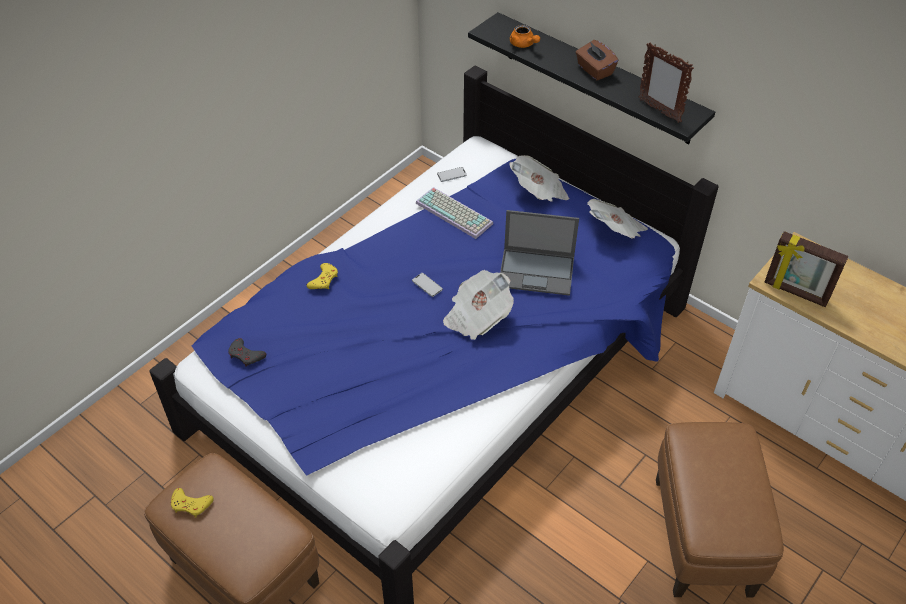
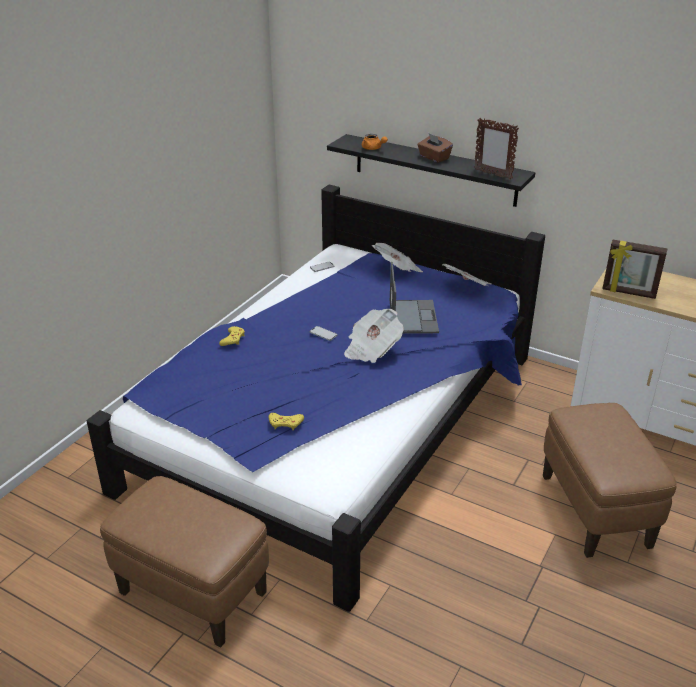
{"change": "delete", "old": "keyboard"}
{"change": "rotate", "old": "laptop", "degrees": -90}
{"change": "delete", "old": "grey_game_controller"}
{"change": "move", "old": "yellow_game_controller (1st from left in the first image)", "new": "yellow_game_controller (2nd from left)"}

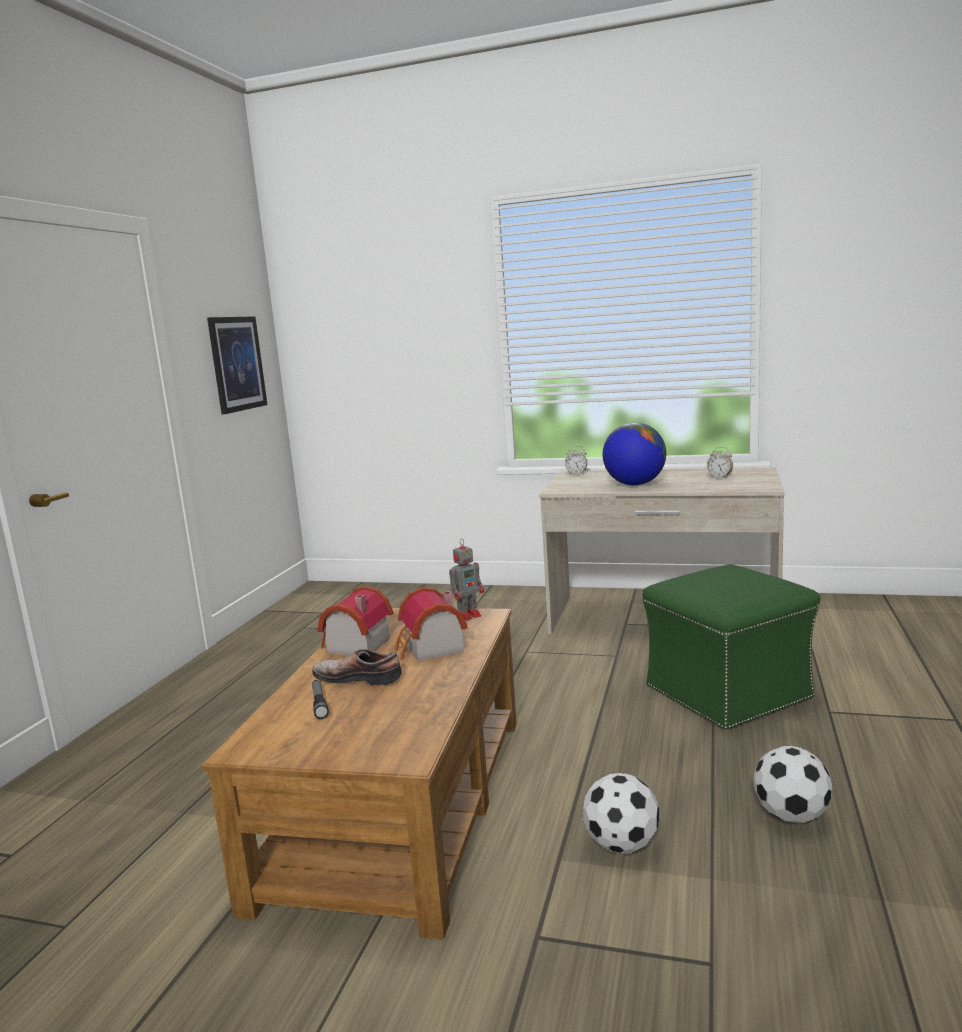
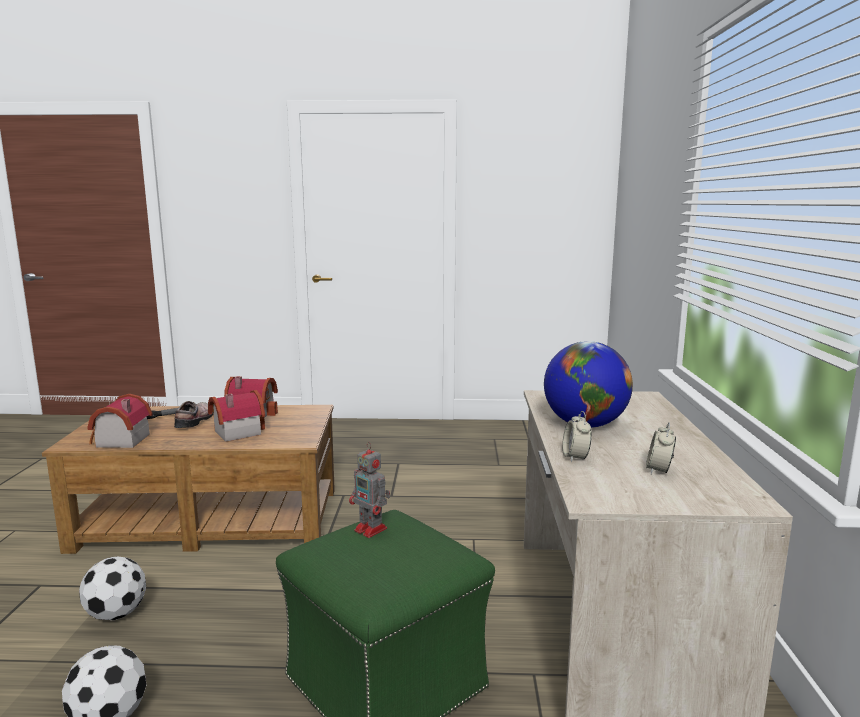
{"change": "delete", "old": "picture"}
{"change": "move", "old": "alarm_clock (1st from left)"}
{"change": "move", "old": "toy_robot"}
{"change": "insert", "new": "toy_house (1st from left)"}

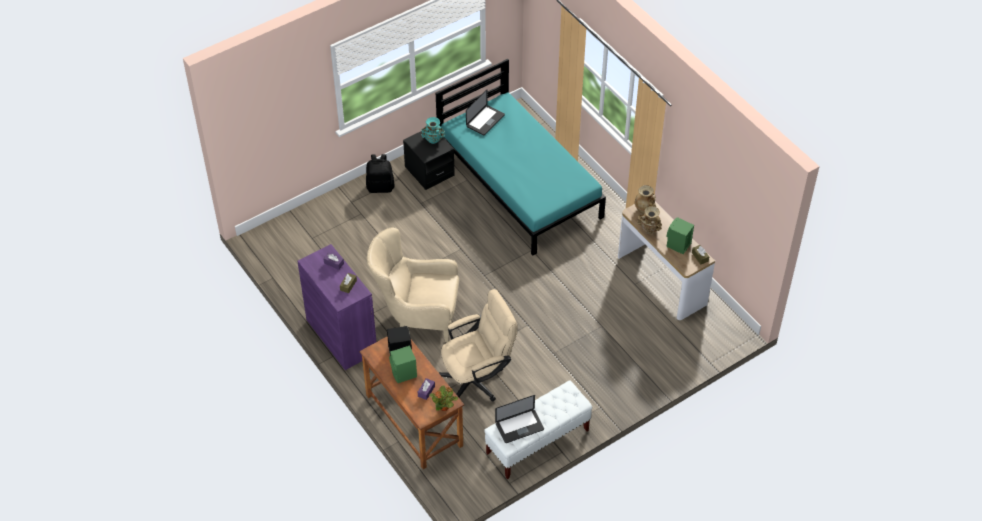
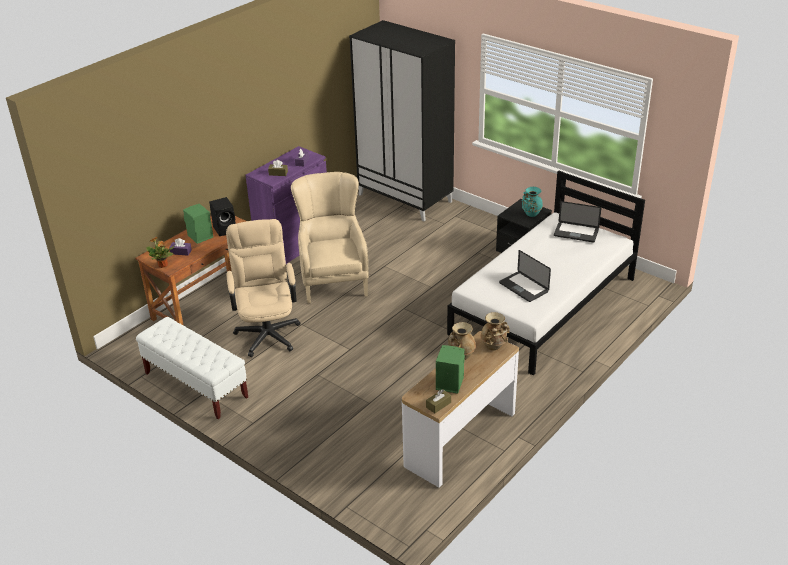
{"change": "recolor", "old": "turquoise_bed", "new": "white_bed"}
{"change": "delete", "old": "black_backpack"}
{"change": "rotate", "old": "beige_office_chair", "degrees": -150}
{"change": "move", "old": "laptop (2nd from left in the first image)", "new": "laptop (1st from left)"}
{"change": "insert", "new": "black_wardrobe"}

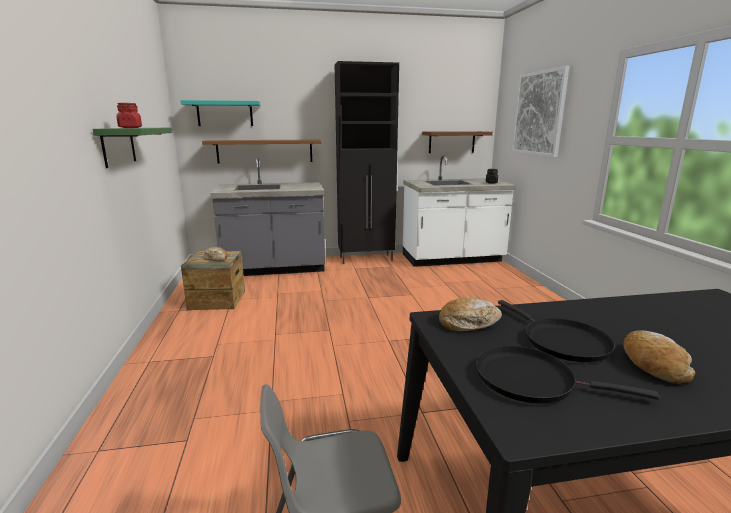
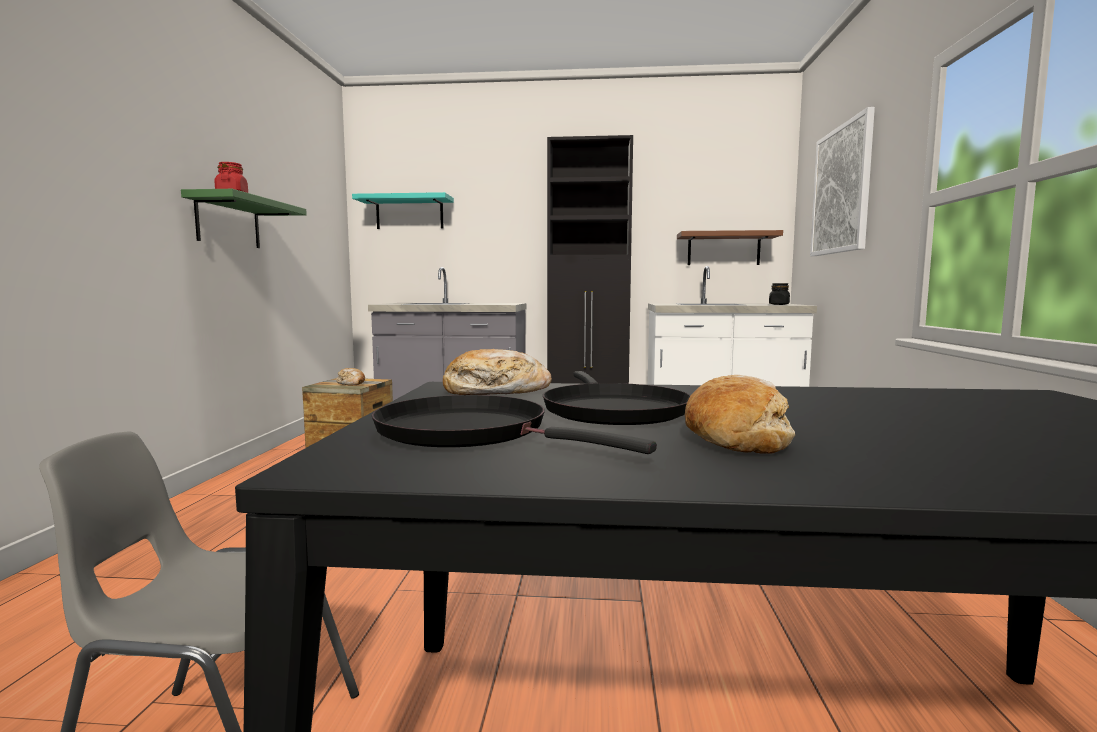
{"change": "delete", "old": "brown_shelf (1st from left)"}

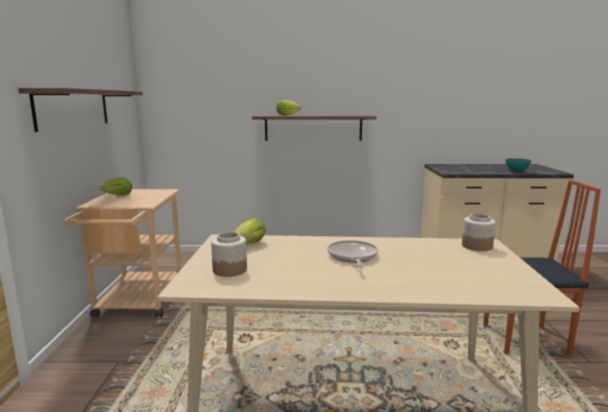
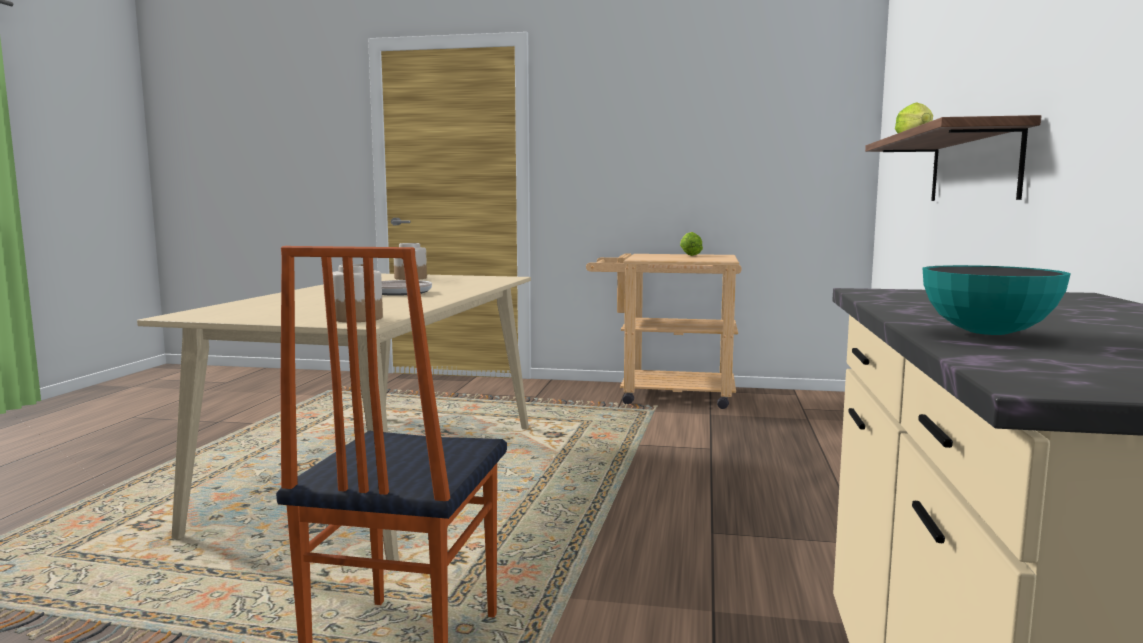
{"change": "delete", "old": "shelf (1st from left)"}
{"change": "delete", "old": "lettuce (2nd from left)"}

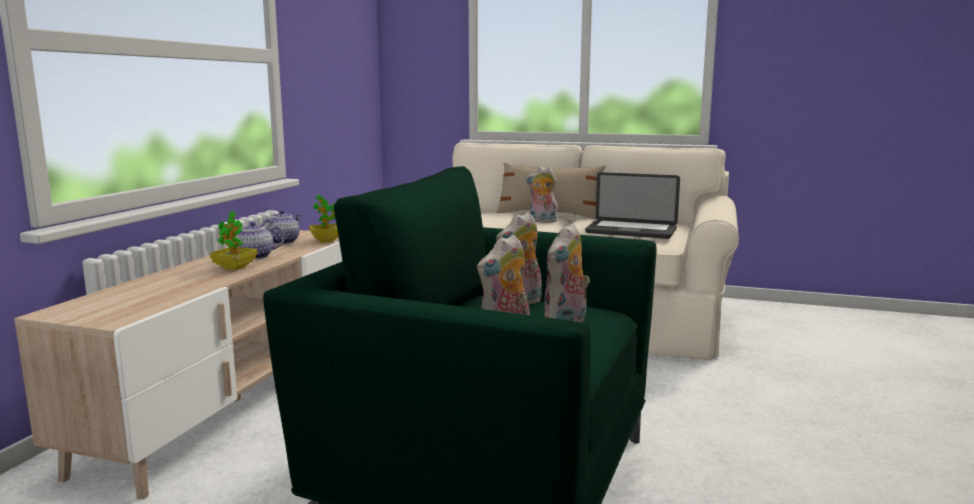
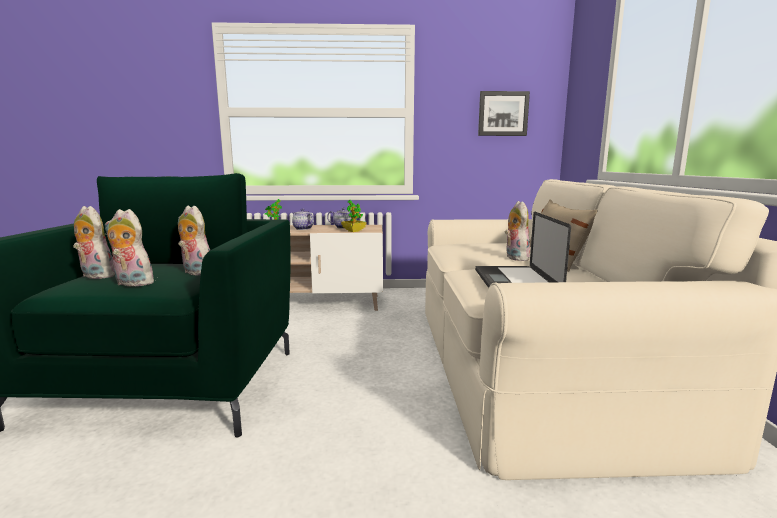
{"change": "insert", "new": "picture"}

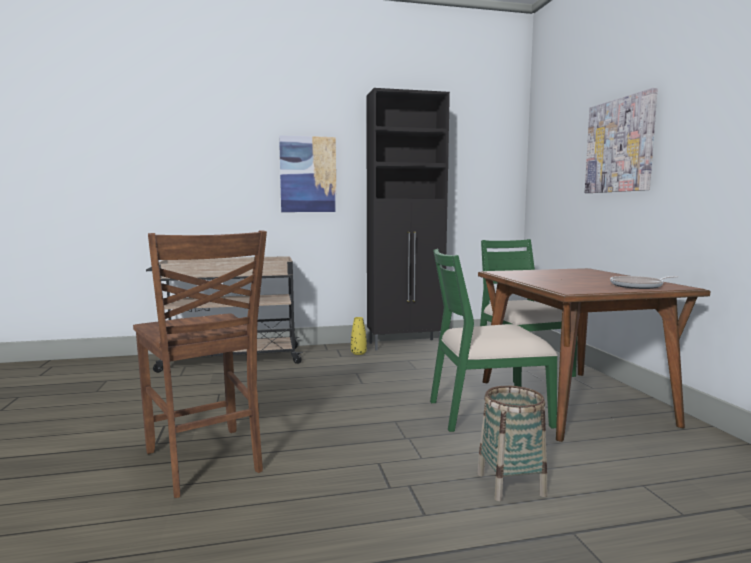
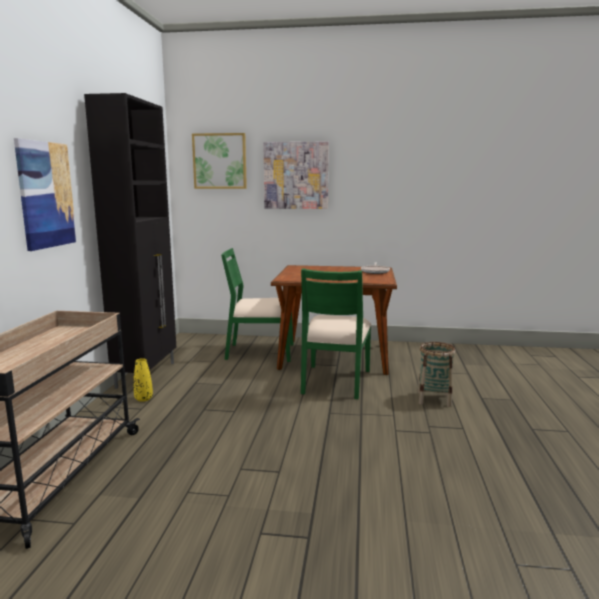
{"change": "delete", "old": "brown_chair"}
{"change": "insert", "new": "picture (2nd from left)"}

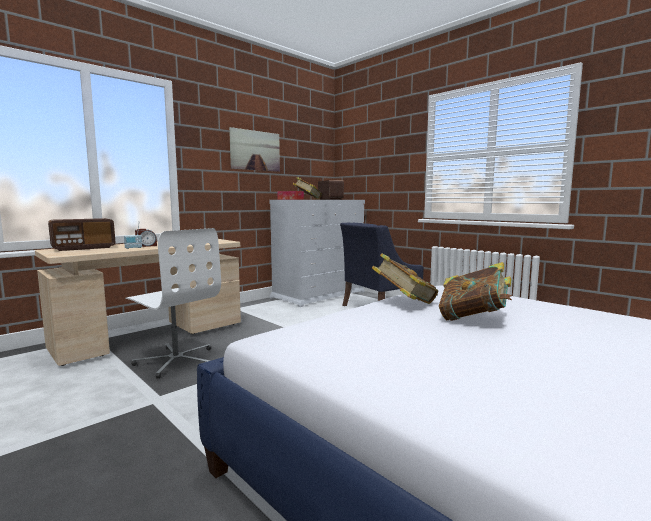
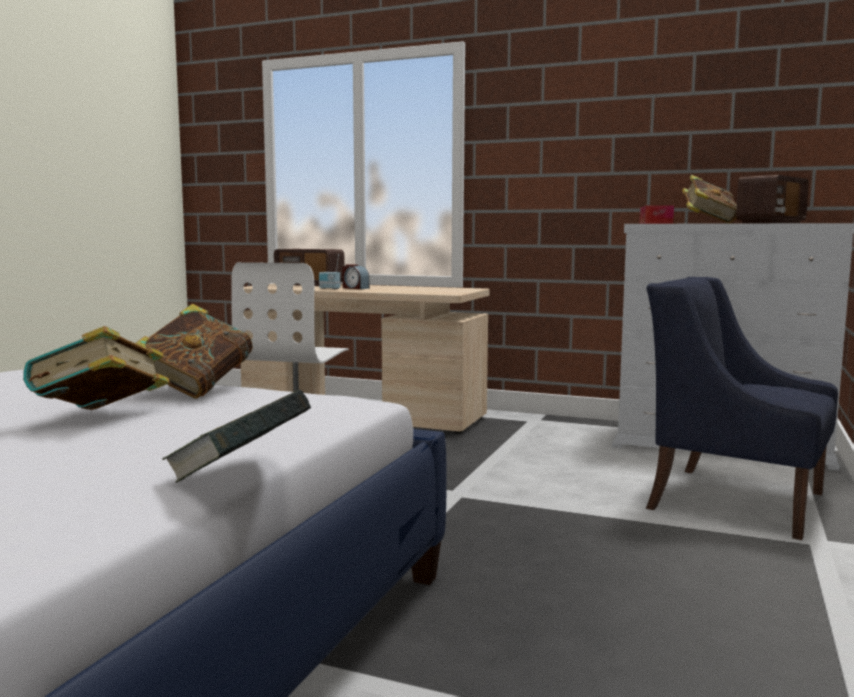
{"change": "delete", "old": "picture"}
{"change": "insert", "new": "book (3rd from left)"}

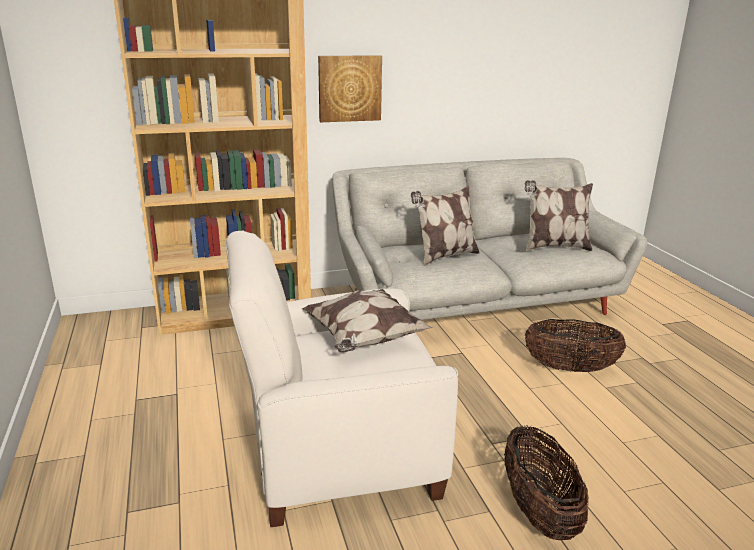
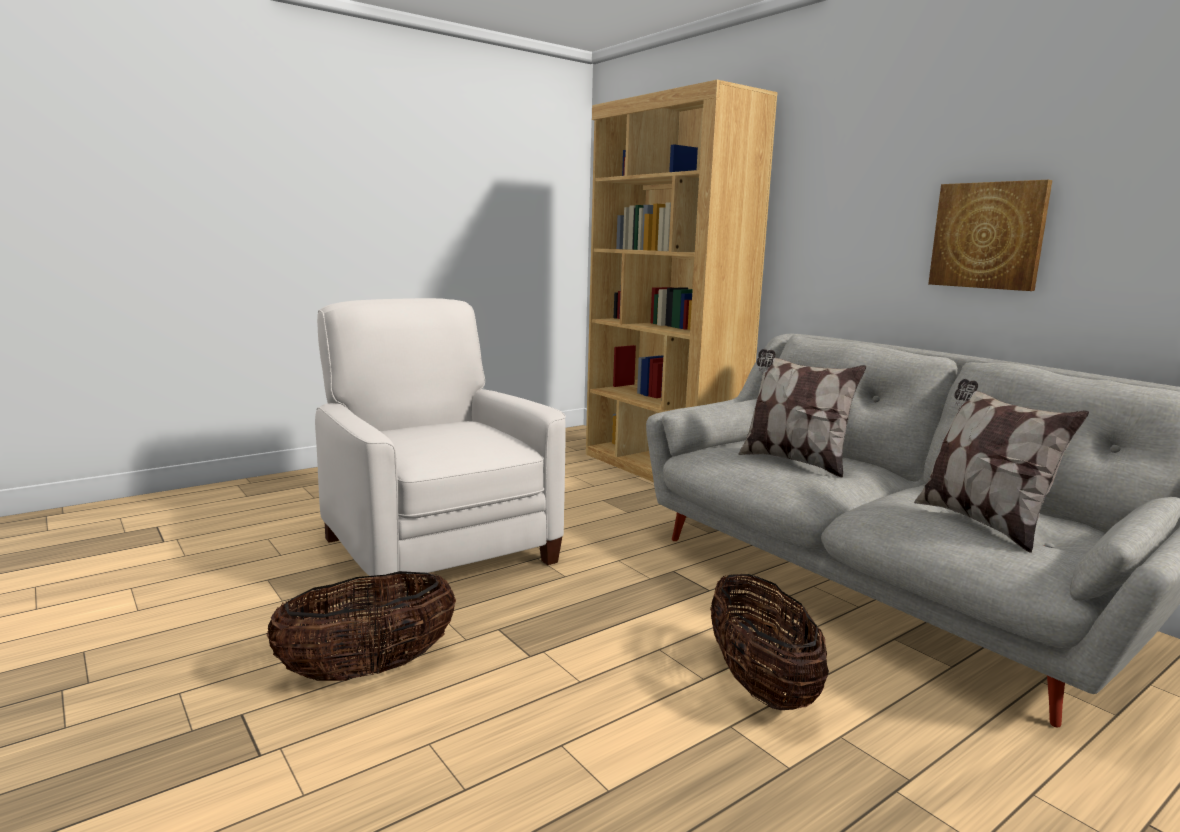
{"change": "move", "old": "picture"}
{"change": "delete", "old": "pillow (1st from left)"}

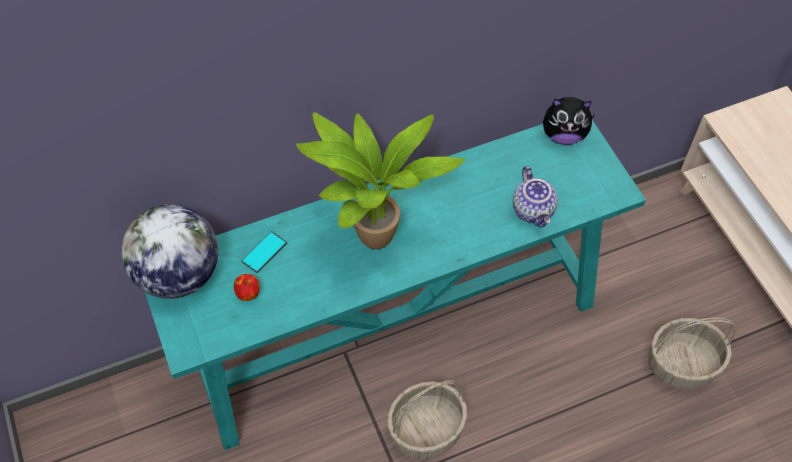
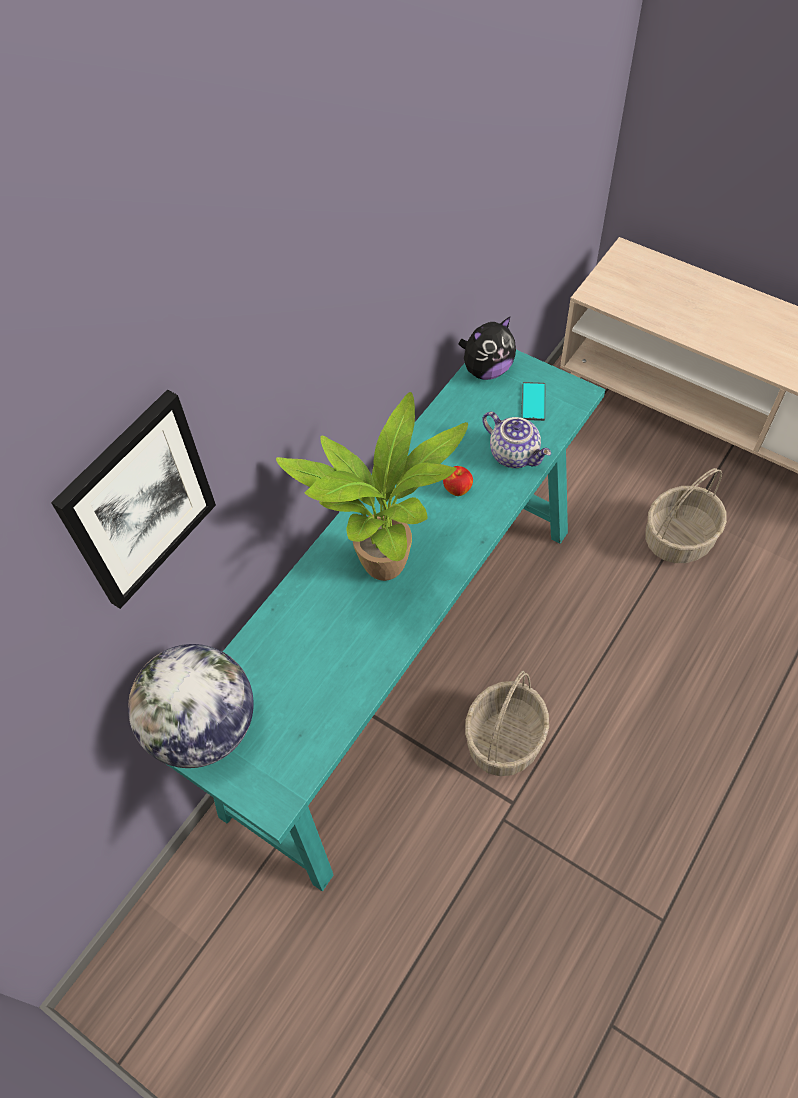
{"change": "move", "old": "phone"}
{"change": "move", "old": "apple"}
{"change": "insert", "new": "picture"}

